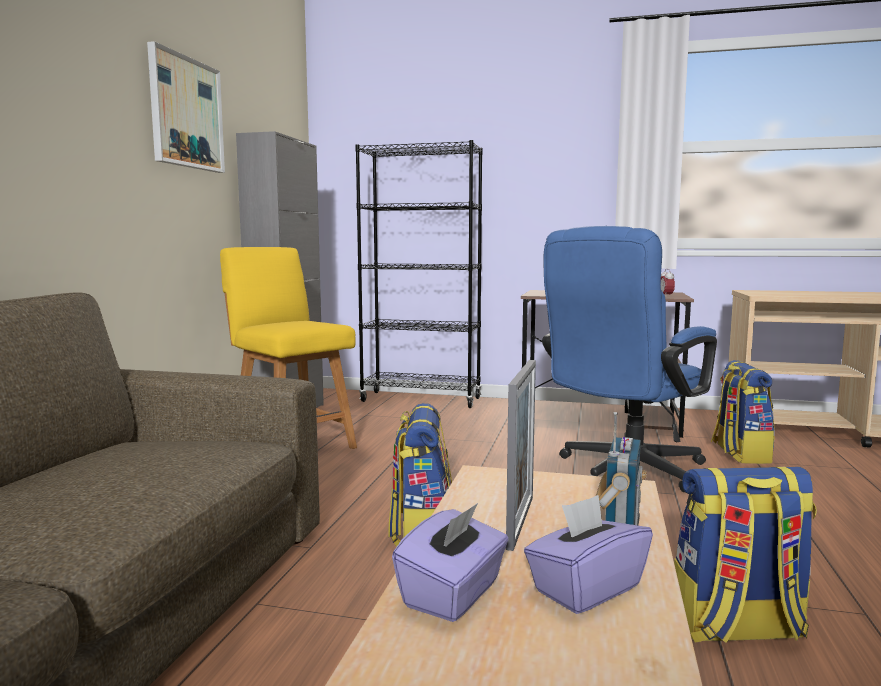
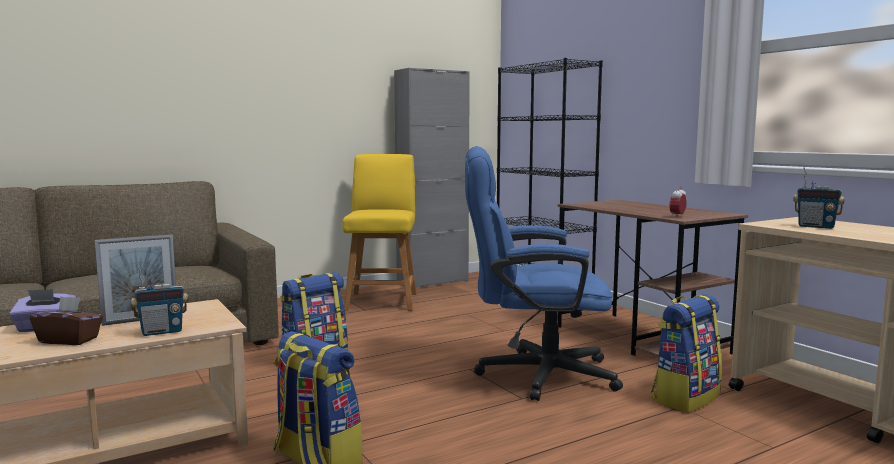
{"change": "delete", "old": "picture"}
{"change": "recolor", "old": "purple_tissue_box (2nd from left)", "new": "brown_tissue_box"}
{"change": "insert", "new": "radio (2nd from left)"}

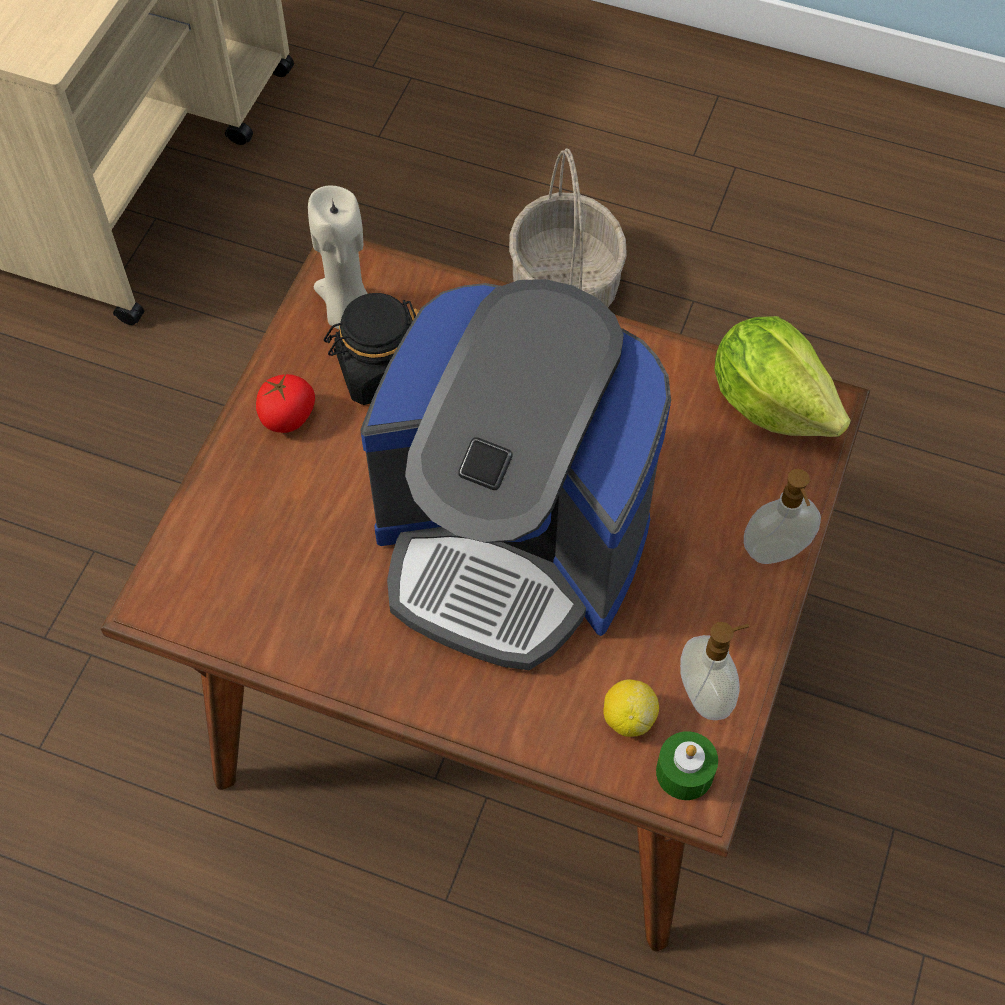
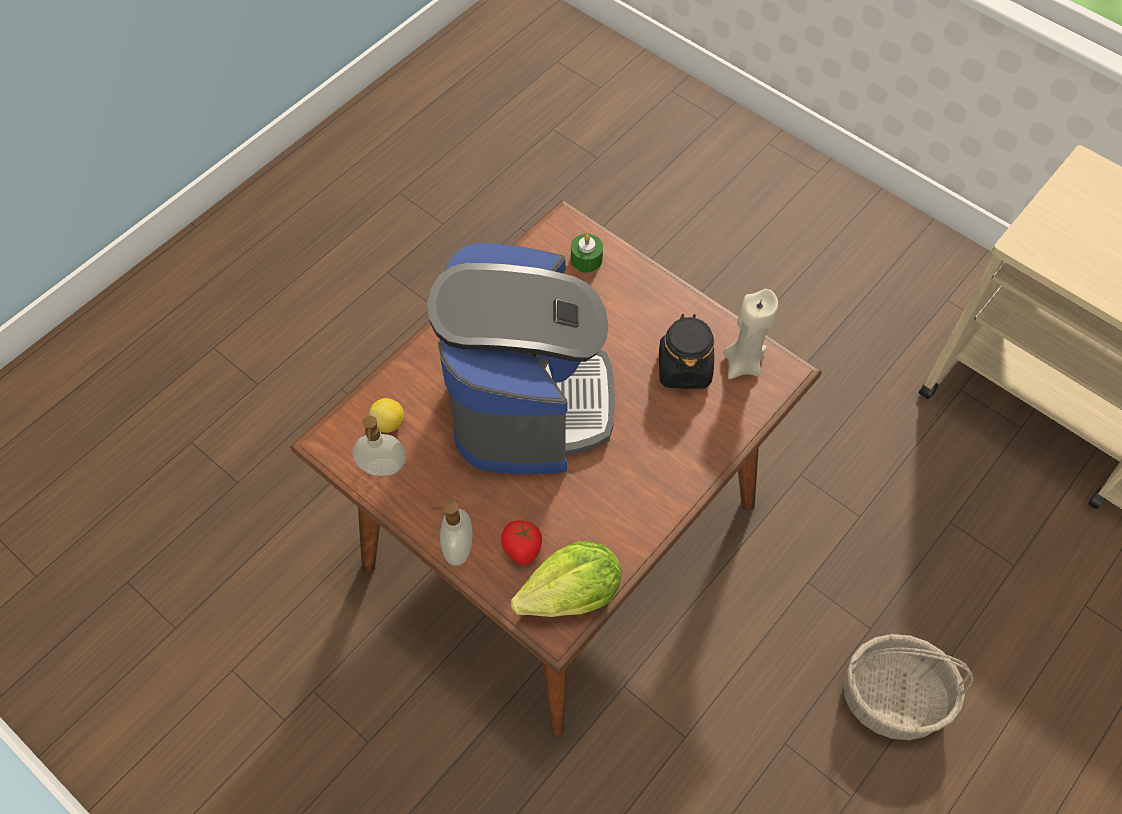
{"change": "rotate", "old": "coffee_machine", "degrees": 135}
{"change": "move", "old": "tomato"}
{"change": "move", "old": "green_candle"}

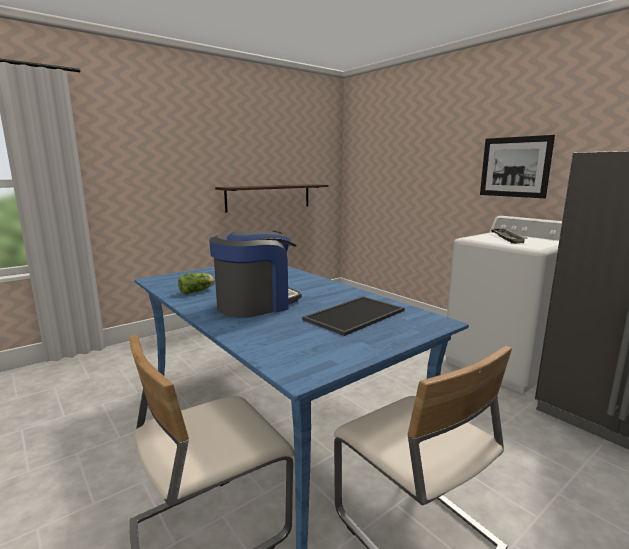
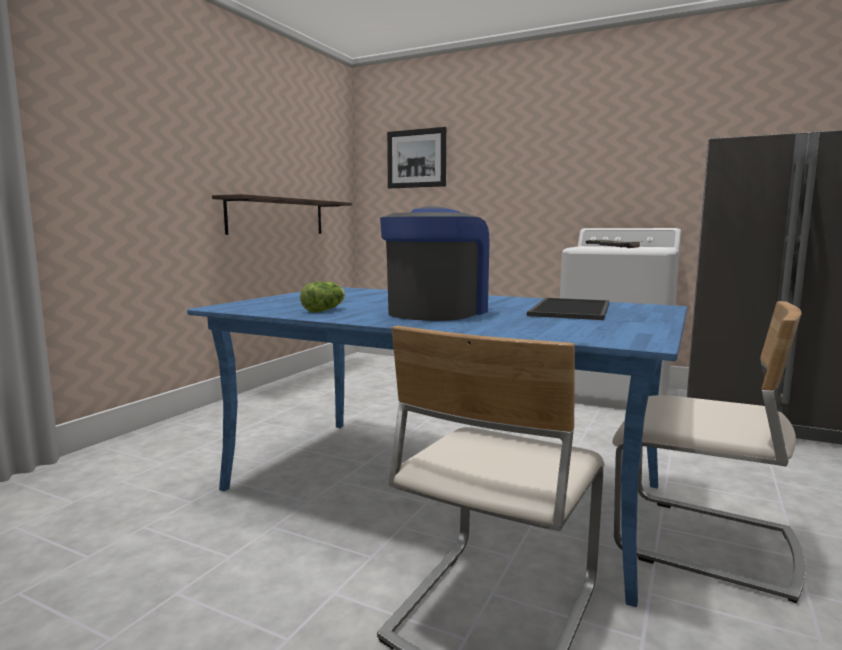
{"change": "move", "old": "picture"}

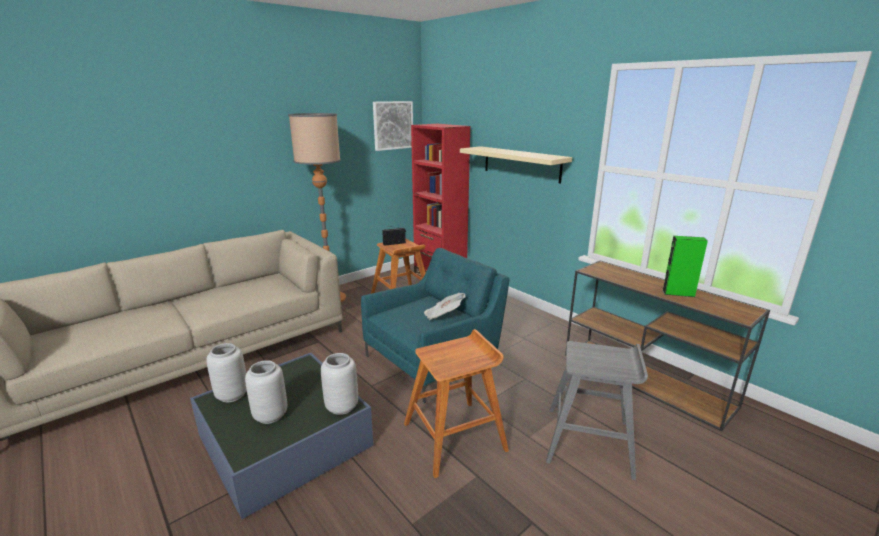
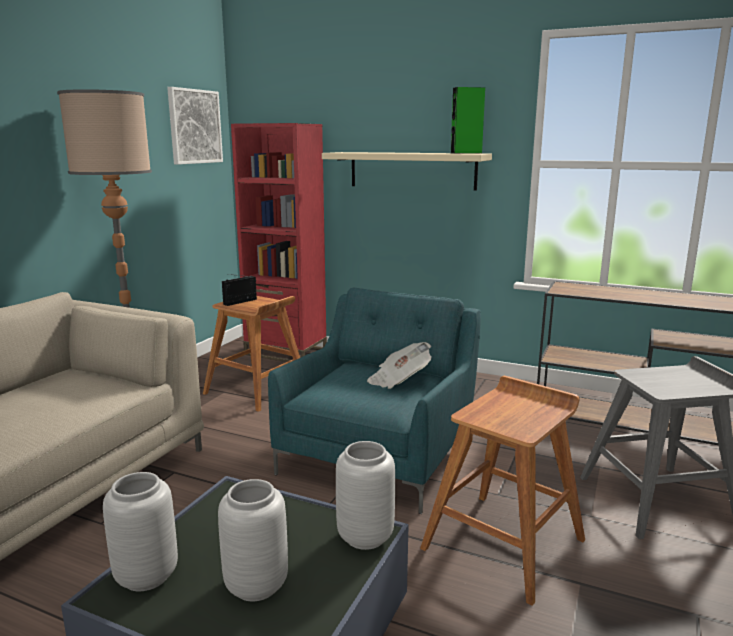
{"change": "move", "old": "green_speaker"}

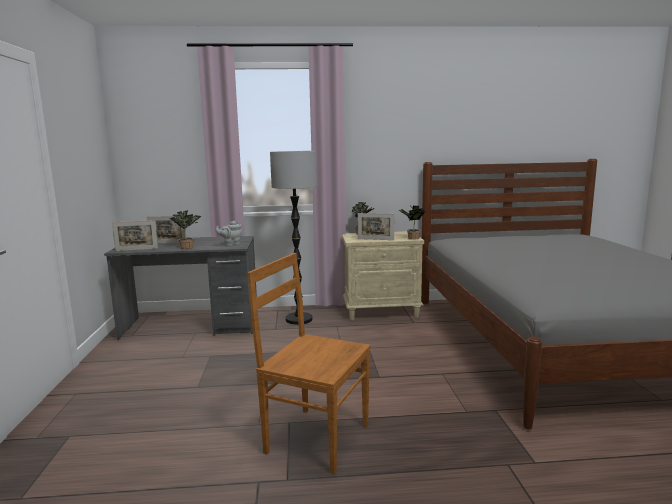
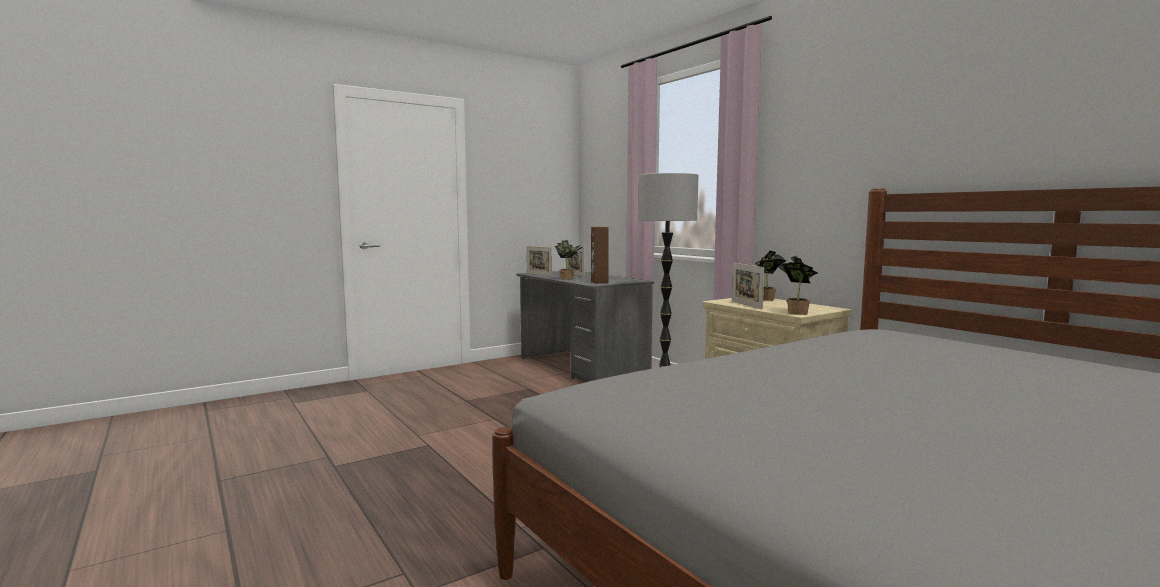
{"change": "replace", "old": "grey_teapot", "new": "brown_speaker"}
{"change": "delete", "old": "brown_chair"}

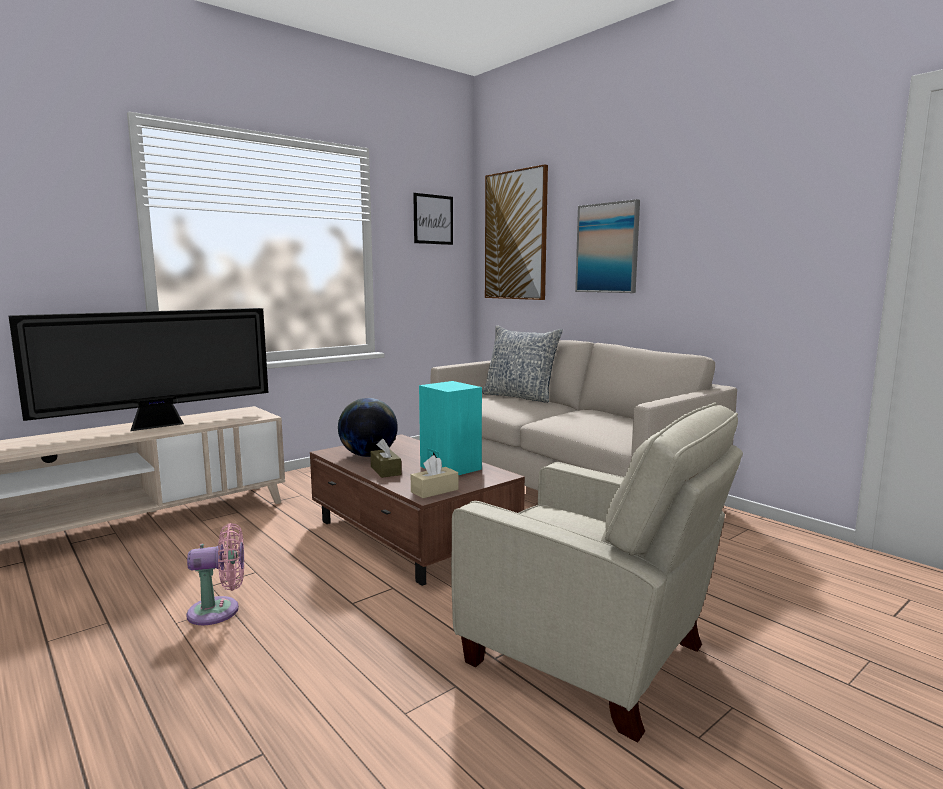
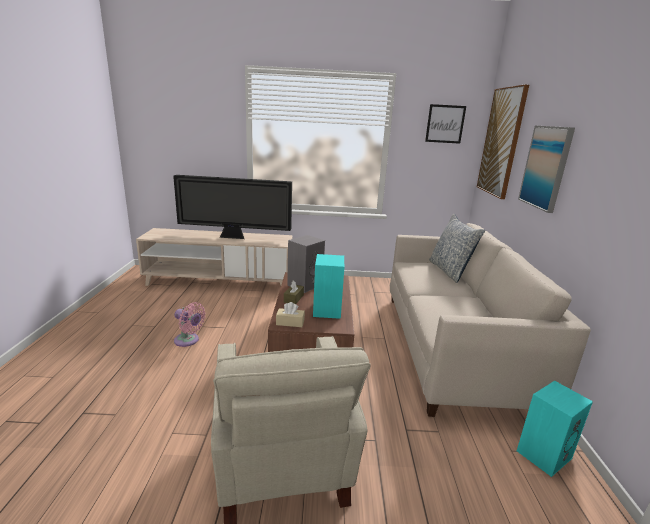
{"change": "replace", "old": "globe", "new": "grey_speaker"}
{"change": "insert", "new": "turquoise_speaker (2nd from left)"}

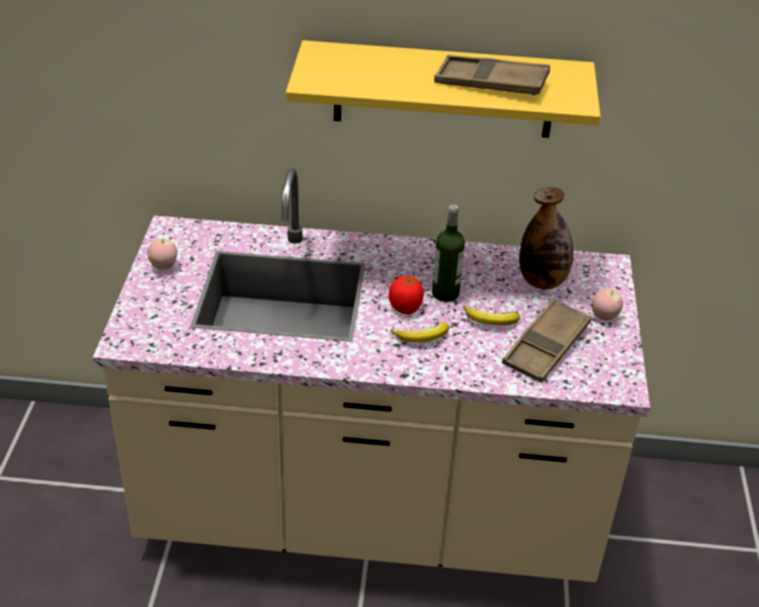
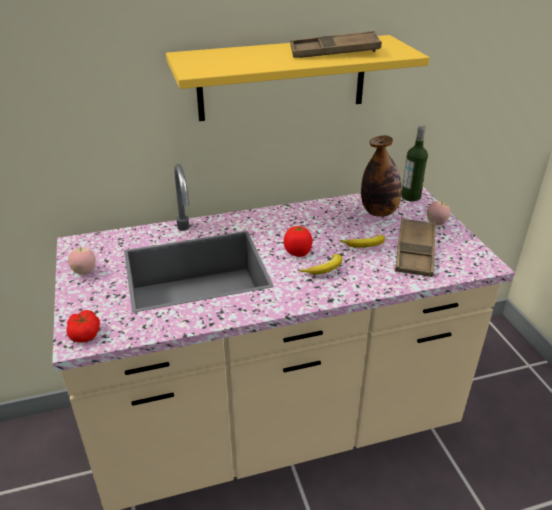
{"change": "move", "old": "bottle (1st from left in the first image)", "new": "bottle (2nd from left)"}
{"change": "insert", "new": "tomato (1st from left)"}

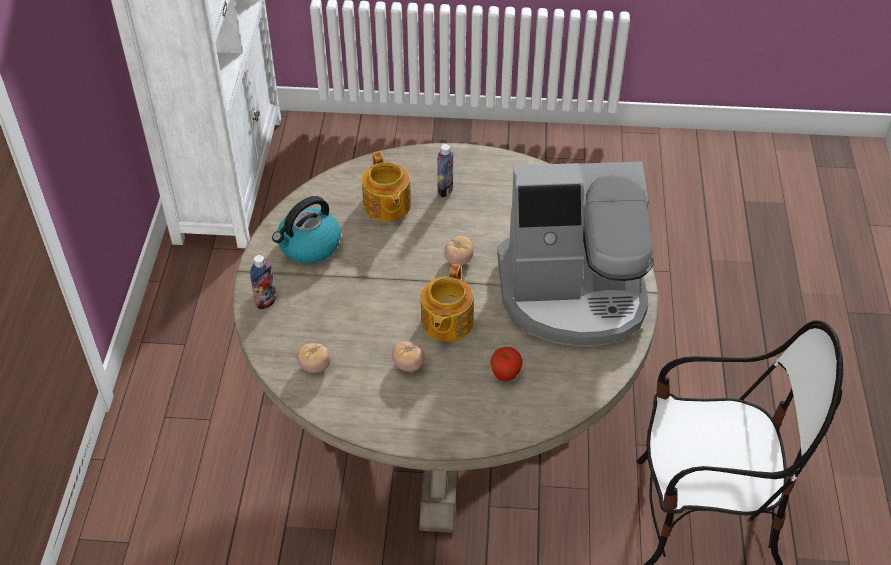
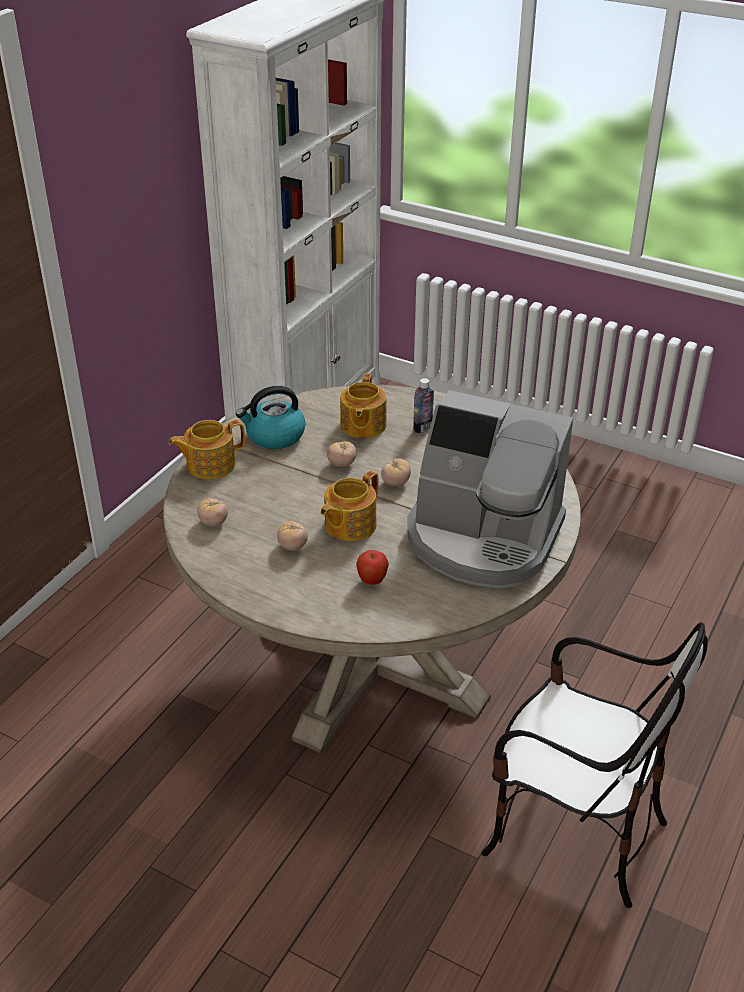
{"change": "replace", "old": "bottle (1st from left)", "new": "teapot (1st from left)"}
{"change": "insert", "new": "tomato (3rd from left)"}

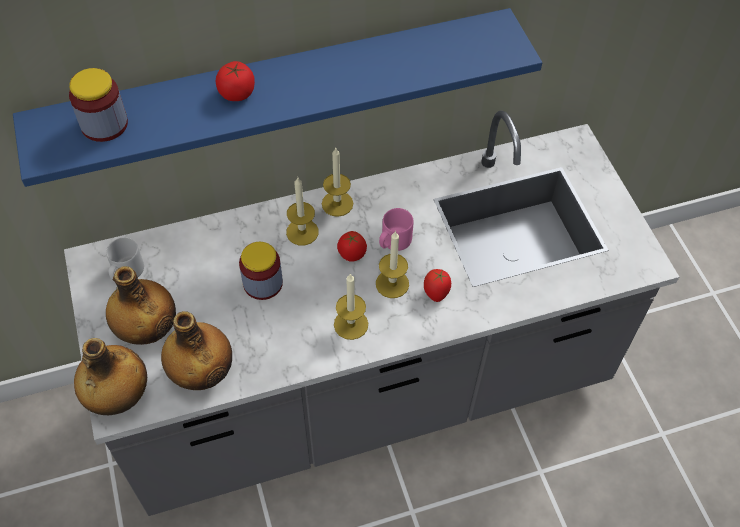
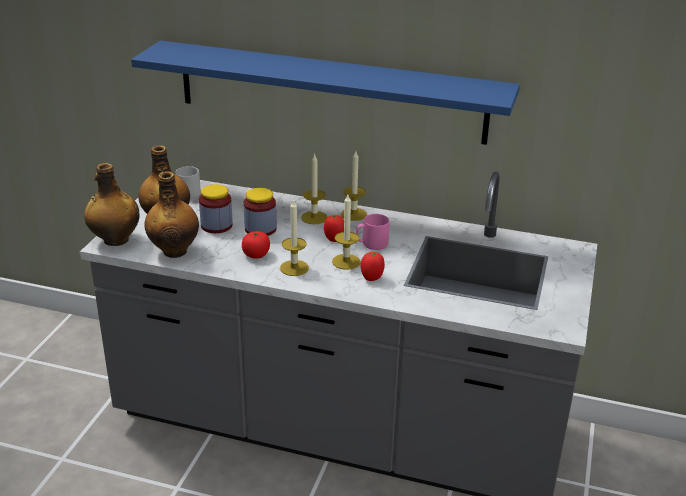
{"change": "move", "old": "tomato (1st from left)"}
{"change": "move", "old": "jar (1st from left)"}

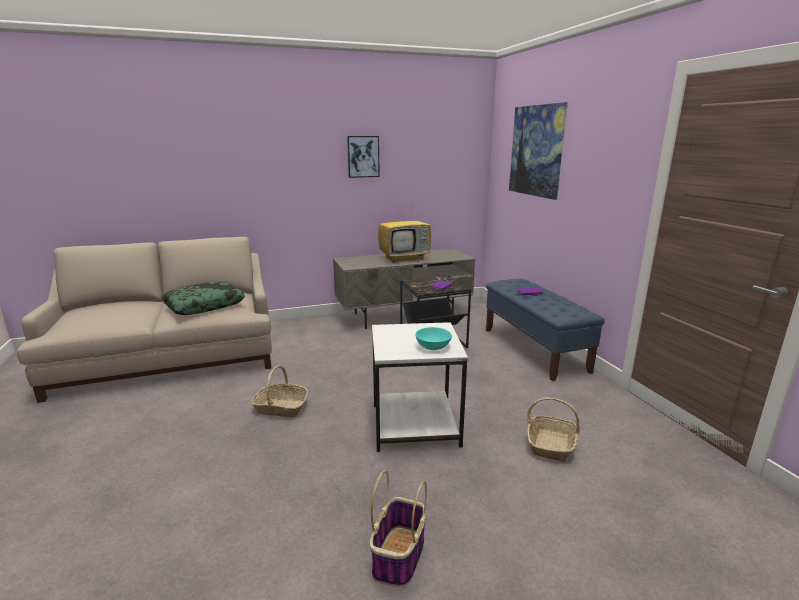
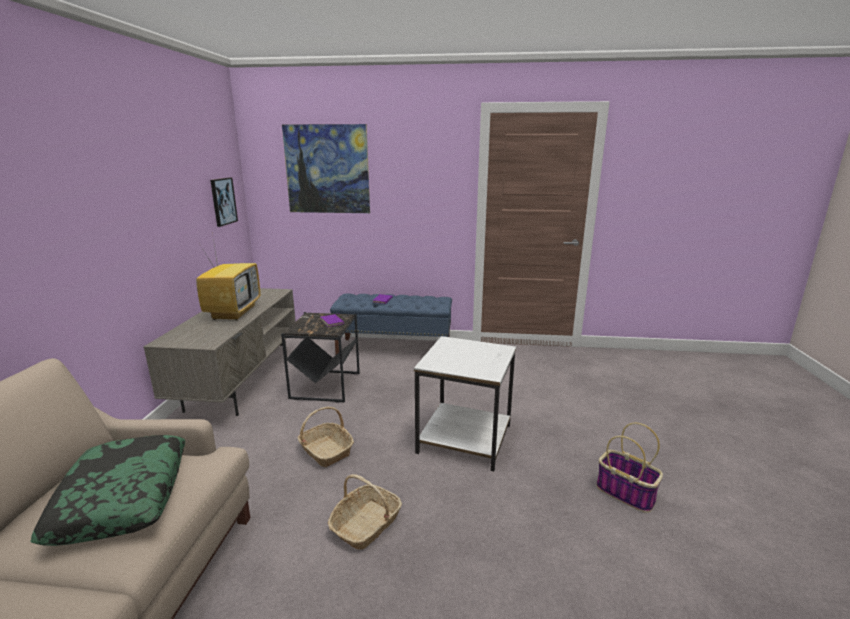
{"change": "move", "old": "picture (1st from left)"}
{"change": "delete", "old": "turquoise_bowl"}
{"change": "move", "old": "basket (3rd from left in the first image)", "new": "basket (1st from left)"}

